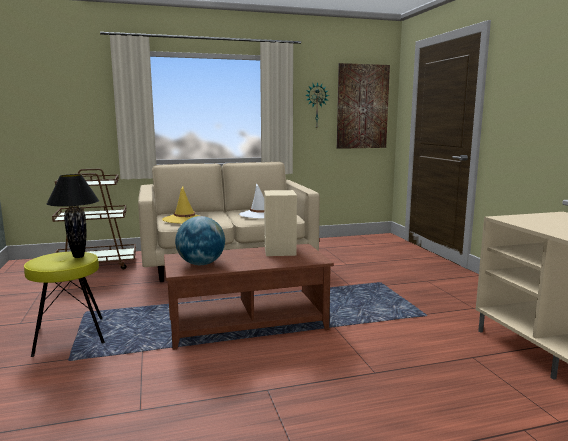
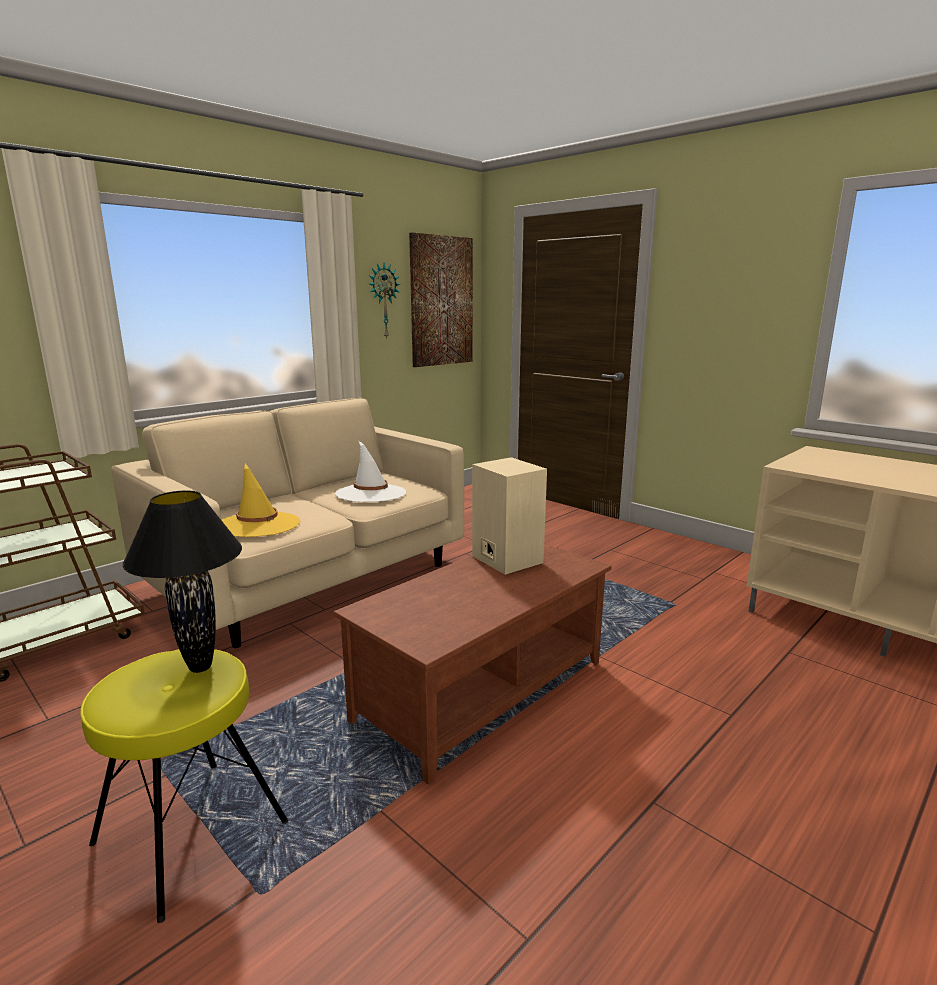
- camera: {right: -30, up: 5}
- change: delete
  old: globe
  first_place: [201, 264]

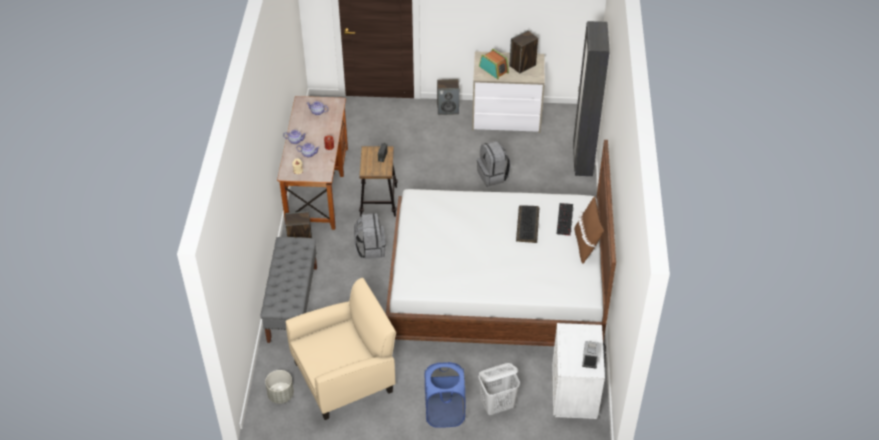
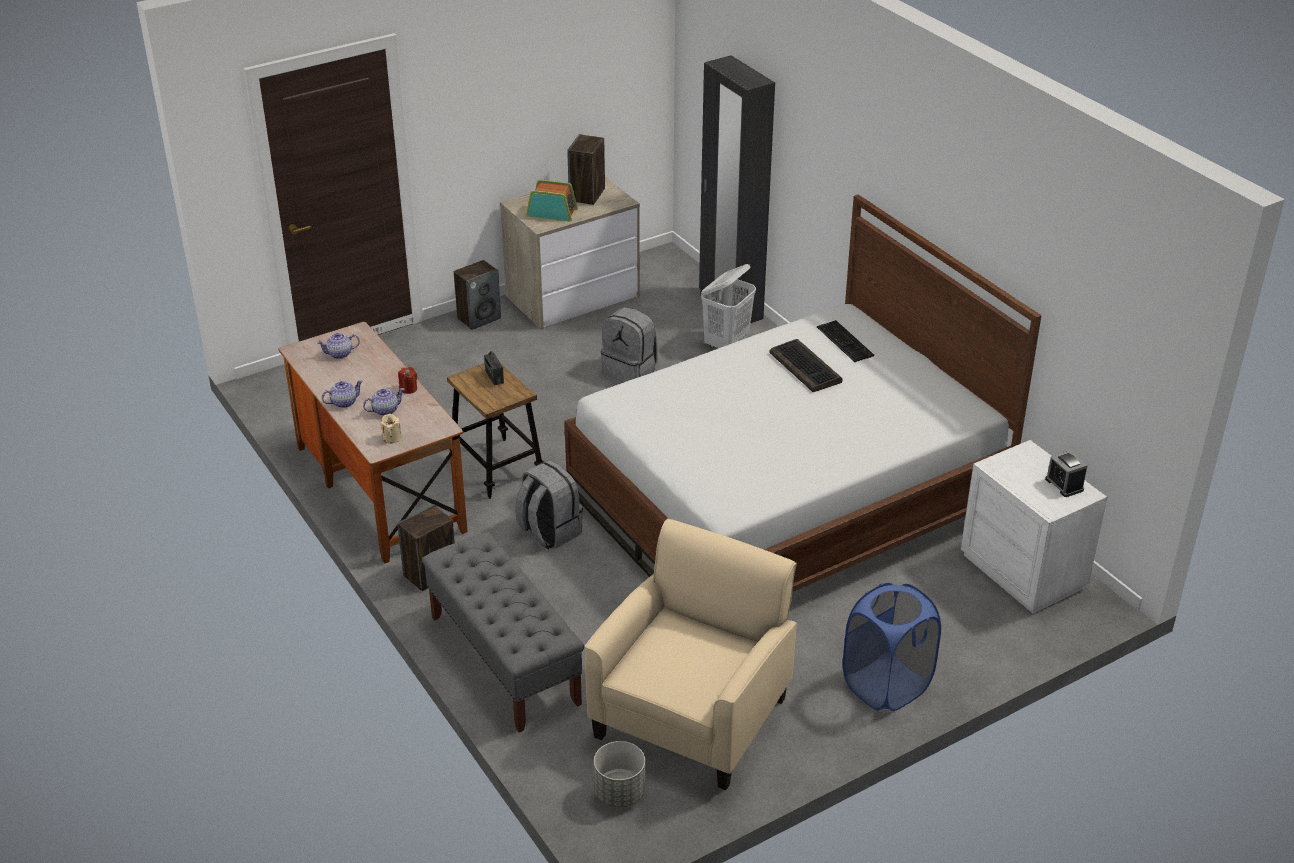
- camera: {right: -35, up: -10}
- change: move
  old: washing basket/white
  first_place: [497, 405]
  second_place: [726, 344]
- change: delete
  old: throw pillow/brown
  first_place: [586, 245]

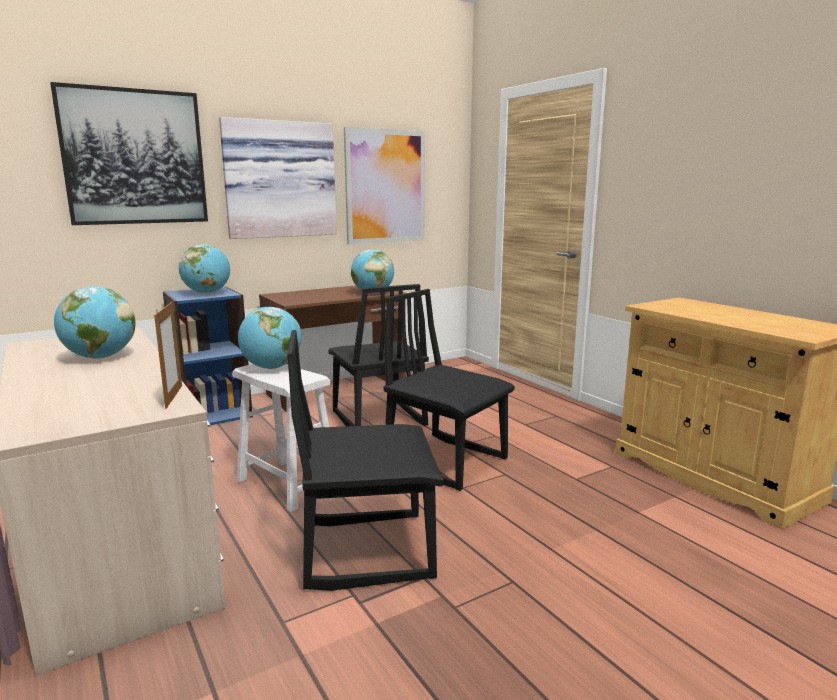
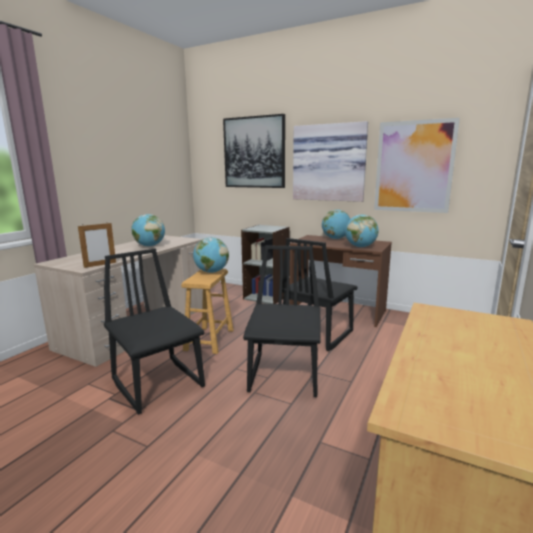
- camera: {right: 60, up: 0}
- change: recolor
  old: stool seat/white
  new: stool seat/brown
  first_place: [288, 484]
  second_place: [209, 340]
- change: recolor
  old: shelving unit/blue
  new: shelving unit/greyish
  first_place: [213, 413]
  second_place: [266, 296]
- change: move
  old: globe
  first_place: [207, 293]
  second_place: [335, 238]

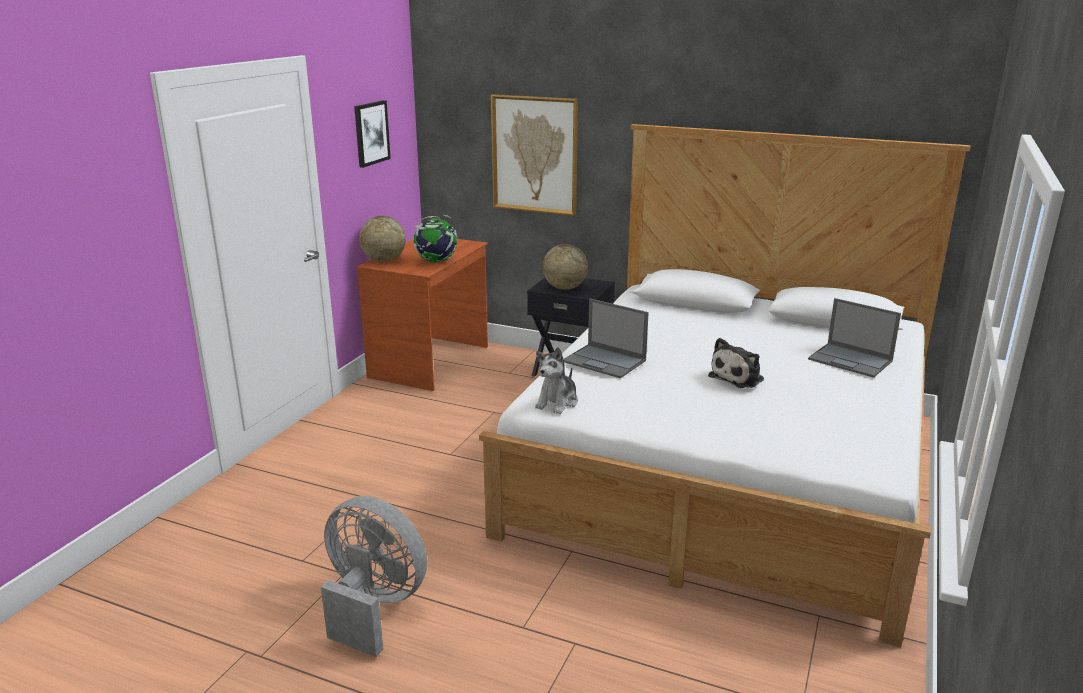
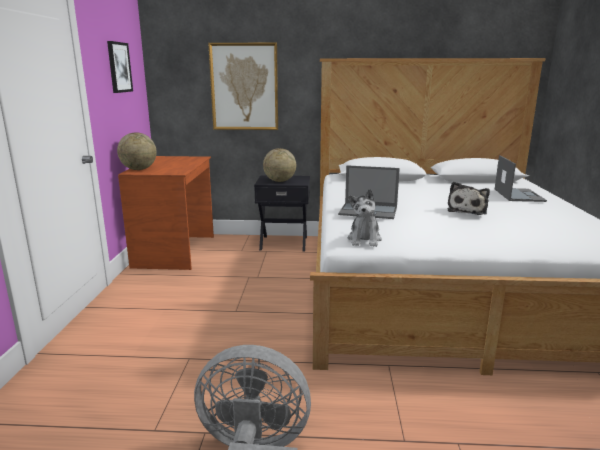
- camera: {right: -20, up: -5}
- change: rotate
  old: laptop
  first_place: [851, 360]
  second_place: [518, 195]
  degrees: -105
- change: delete
  old: globe
  first_place: [436, 261]

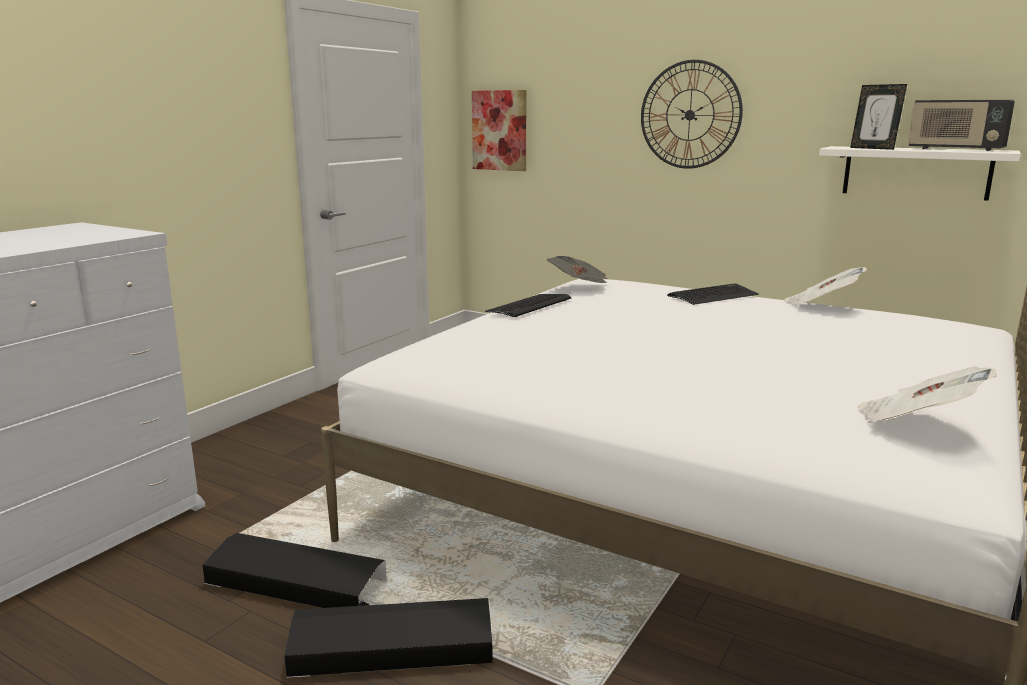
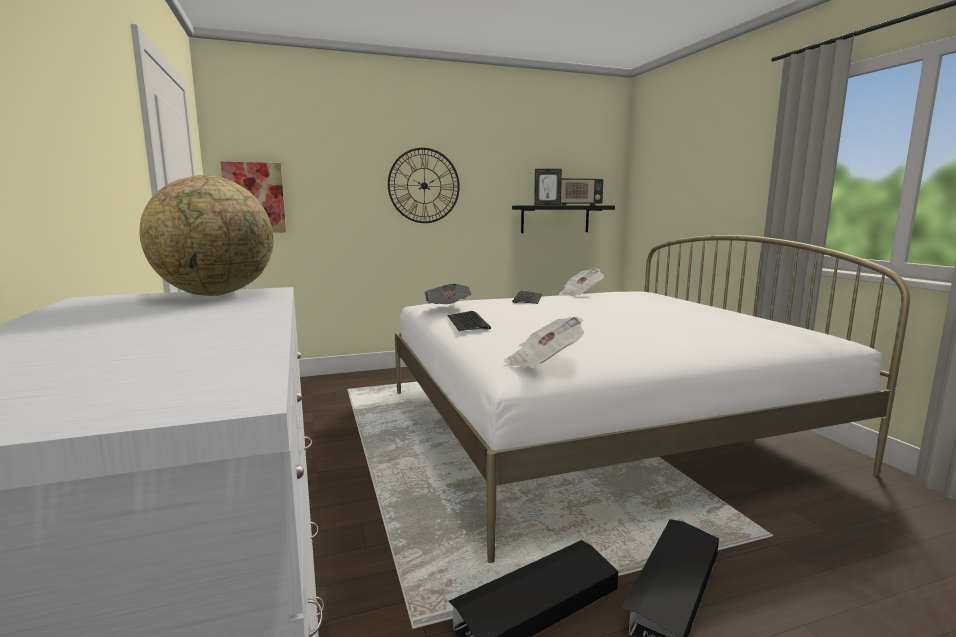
- camera: {right: -50, up: -5}
- change: insert
  new: globe
  second_place: [217, 294]
- change: move
  old: printed paper
  first_place: [915, 423]
  second_place: [543, 362]
- change: recolor
  old: wall shelf/white
  new: wall shelf/blackish
  first_place: [916, 172]
  second_place: [555, 219]

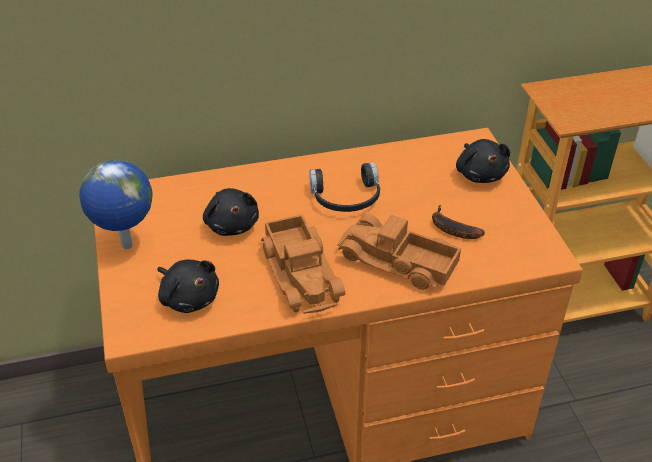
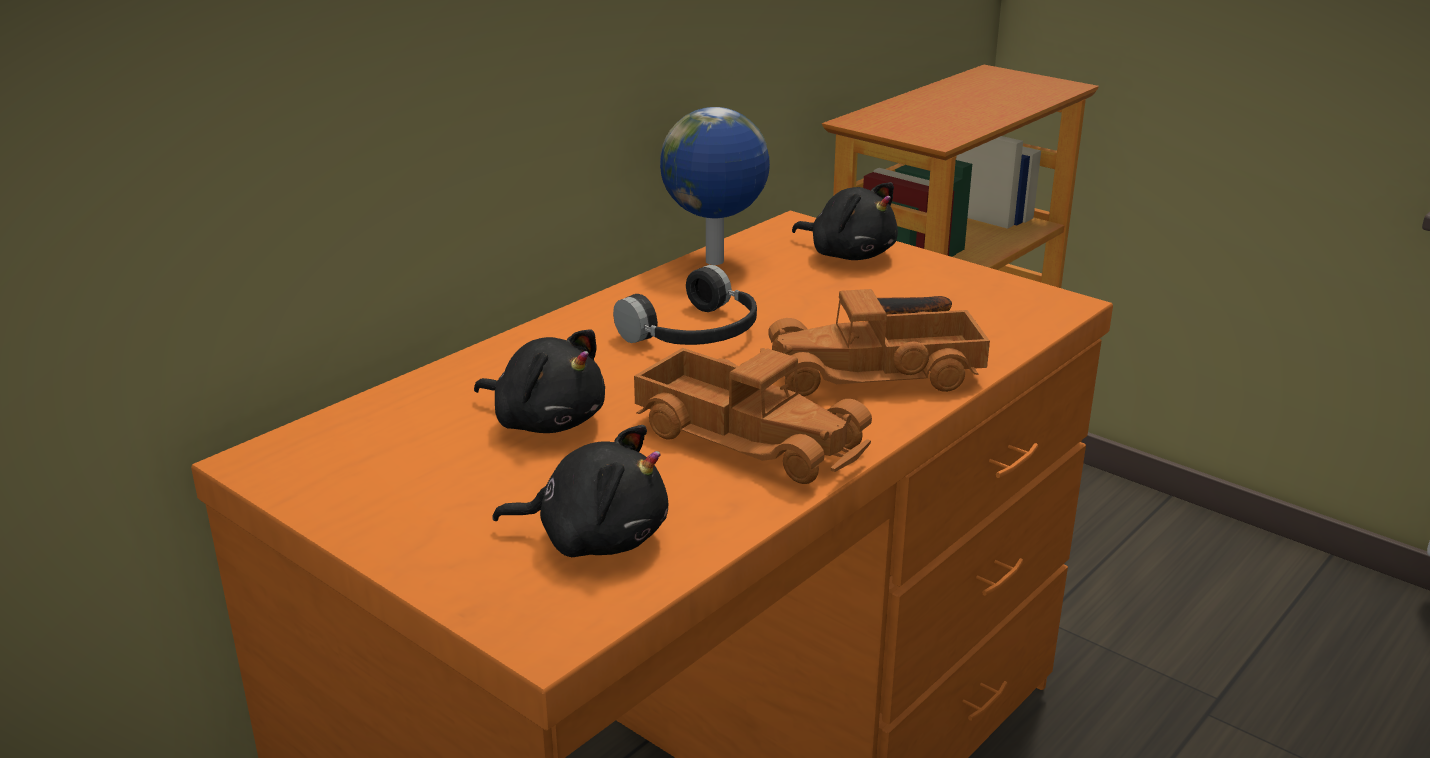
- camera: {right: -35, up: -15}
- change: move
  old: globe
  first_place: [126, 246]
  second_place: [715, 262]

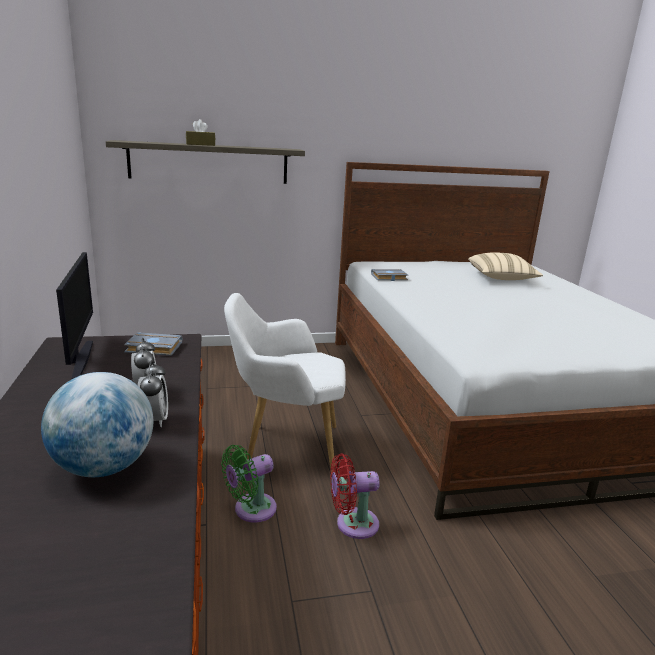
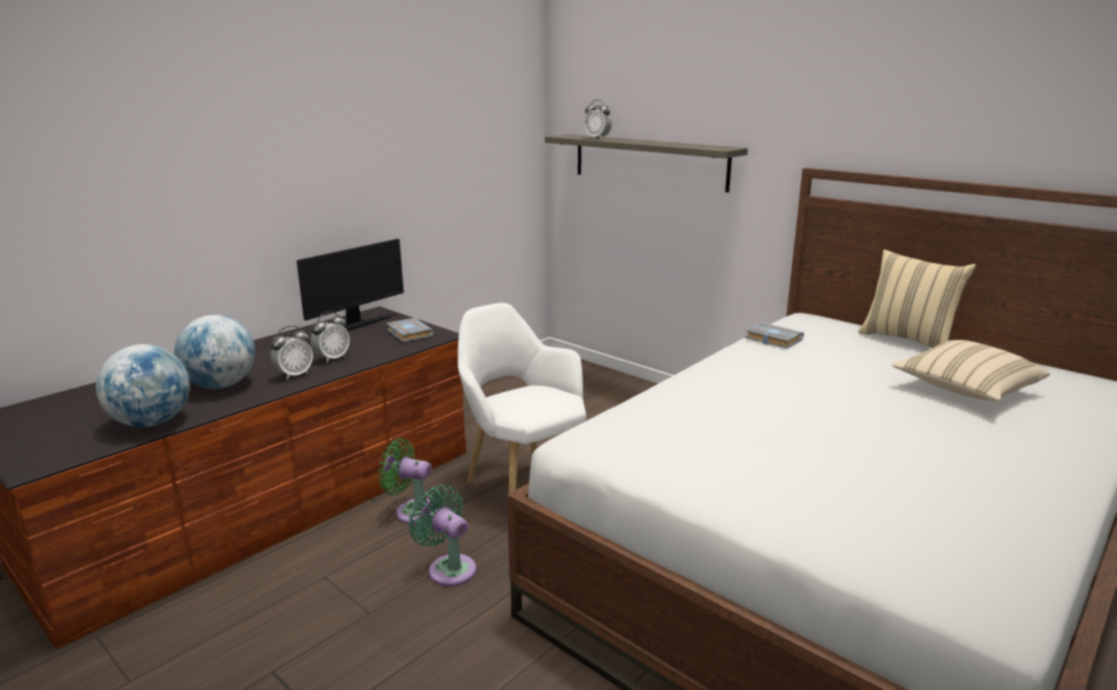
- camera: {right: 55, up: 0}
- change: insert
  new: globe
  second_place: [152, 422]
- change: recolor
  old: cooling fan/red
  new: cooling fan/greenish
  first_place: [352, 524]
  second_place: [449, 568]
- change: insert
  new: table clock
  second_place: [597, 138]
- change: insert
  new: throw pillow/beige
  second_place: [908, 340]
- change: delete
  old: tissue box/brown
  first_place: [200, 144]

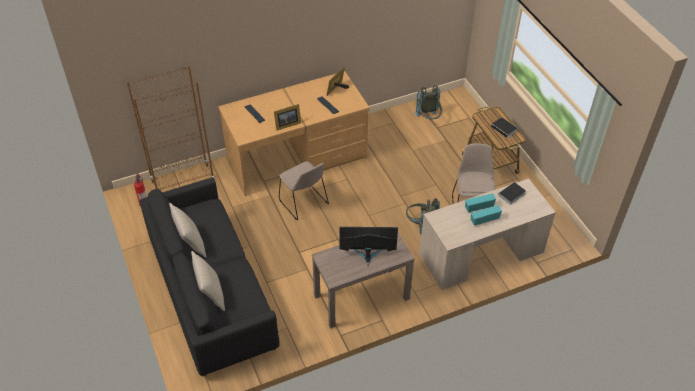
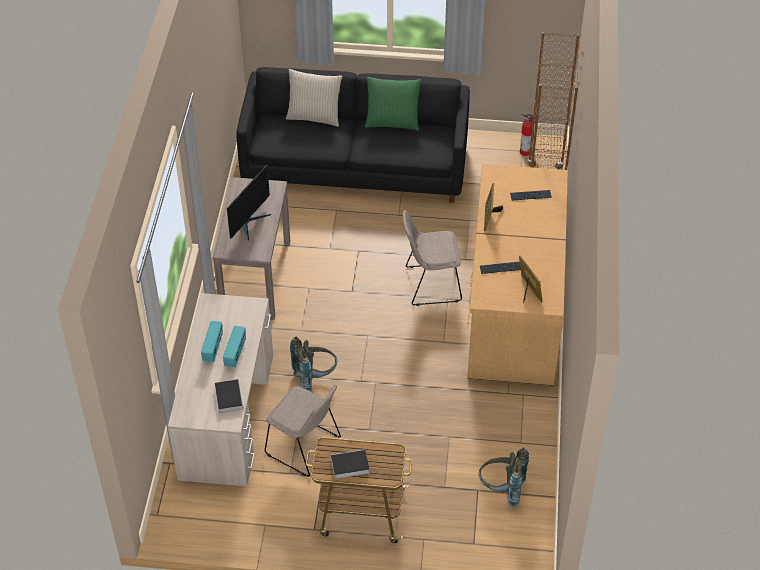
- camera: {right: 120, up: 0}
- change: recolor
  old: throw pillow/beige
  new: throw pillow/greenish
  first_place: [190, 244]
  second_place: [392, 122]

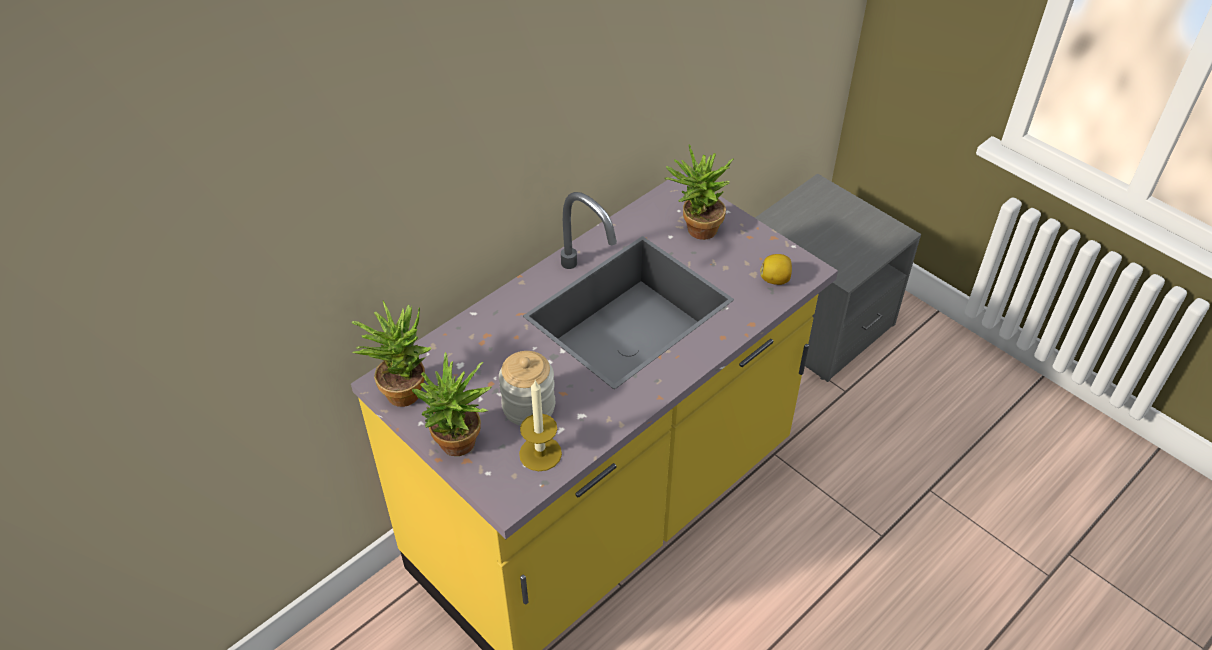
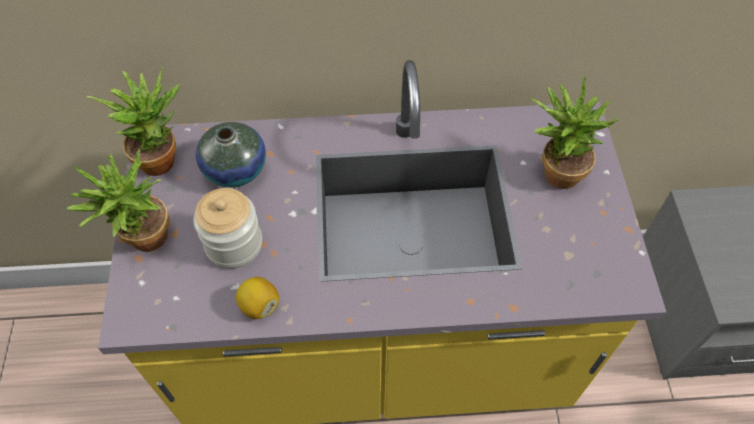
- camera: {right: 40, up: 10}
- change: insert
  new: decorative vase
  second_place: [235, 170]
- change: move
  old: citrus fruit
  first_place: [775, 280]
  second_place: [259, 306]
- change: delete
  old: candle
  first_place: [540, 453]

